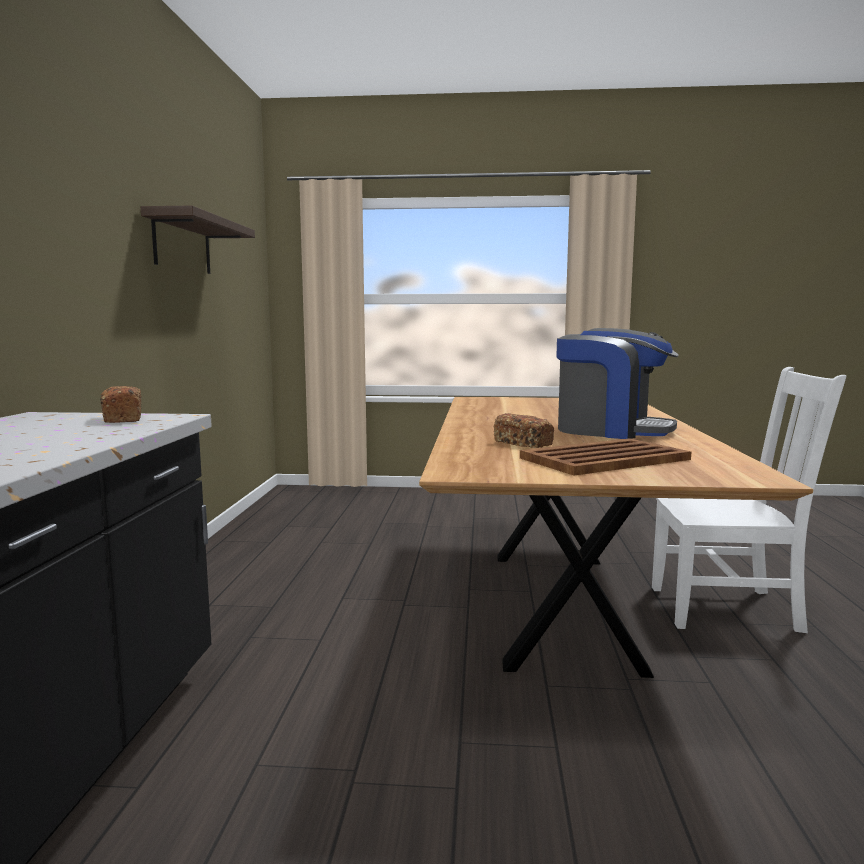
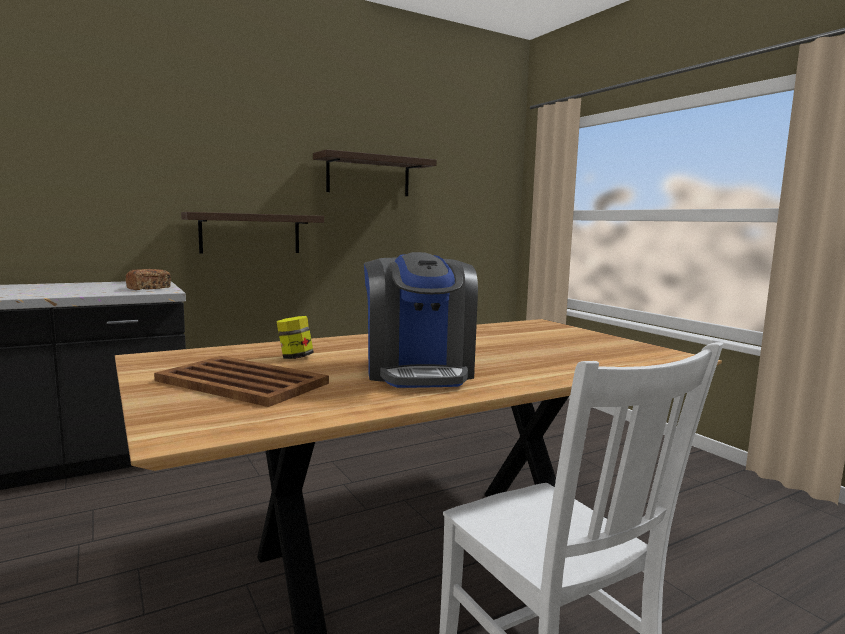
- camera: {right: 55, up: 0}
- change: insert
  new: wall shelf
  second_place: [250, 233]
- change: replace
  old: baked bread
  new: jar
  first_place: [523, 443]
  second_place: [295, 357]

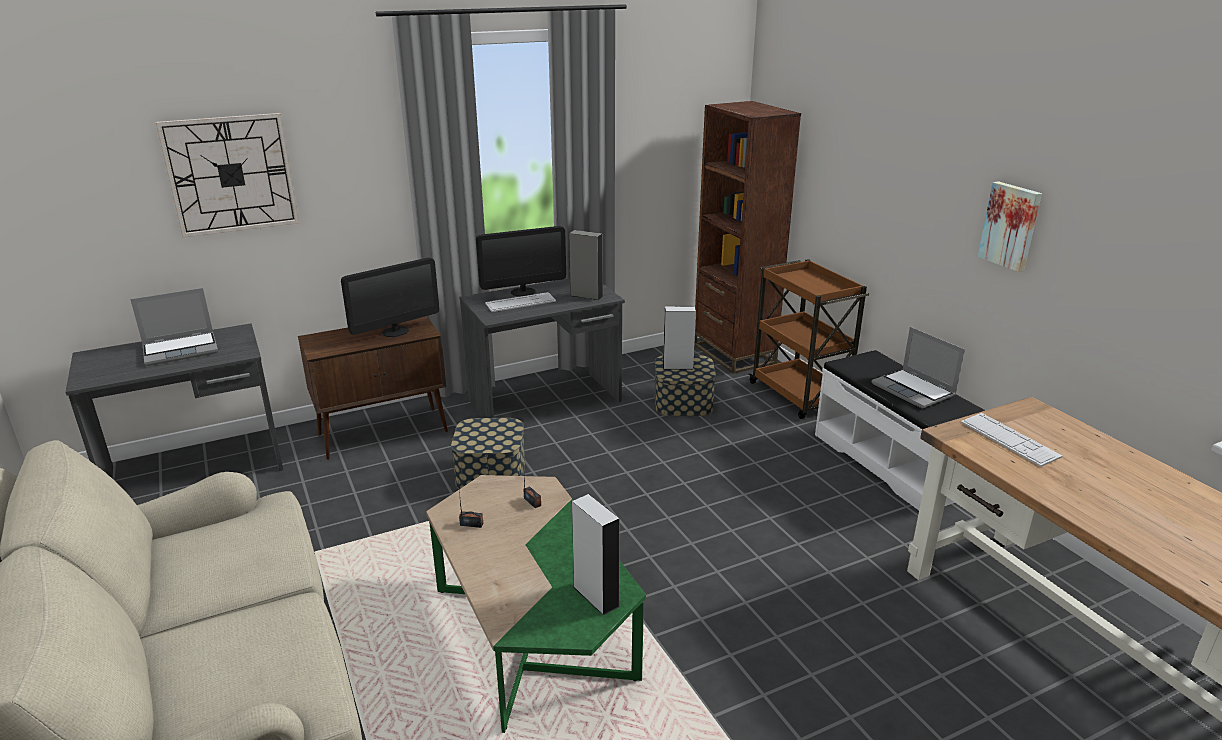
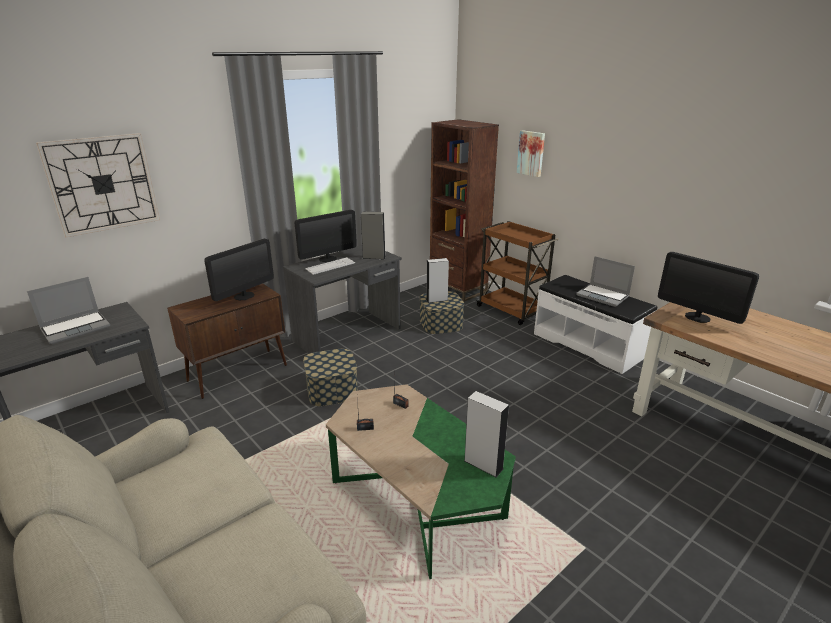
- camera: {right: -15, up: 0}
- change: move
  old: picture
  first_place: [1011, 225]
  second_place: [531, 153]
- change: replace
  old: keyboard
  new: computer display
  first_place: [1009, 440]
  second_place: [697, 317]

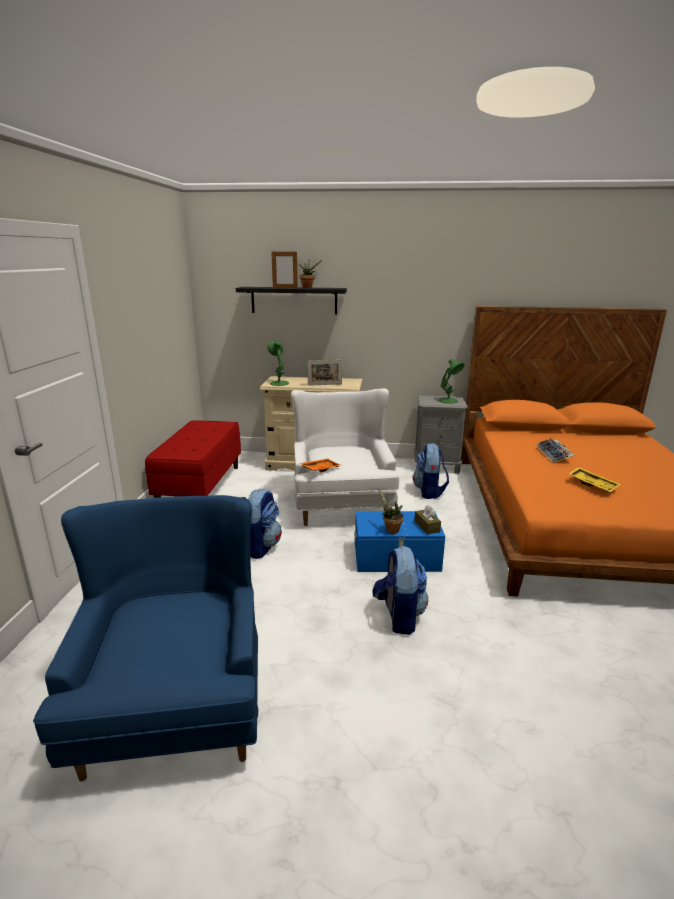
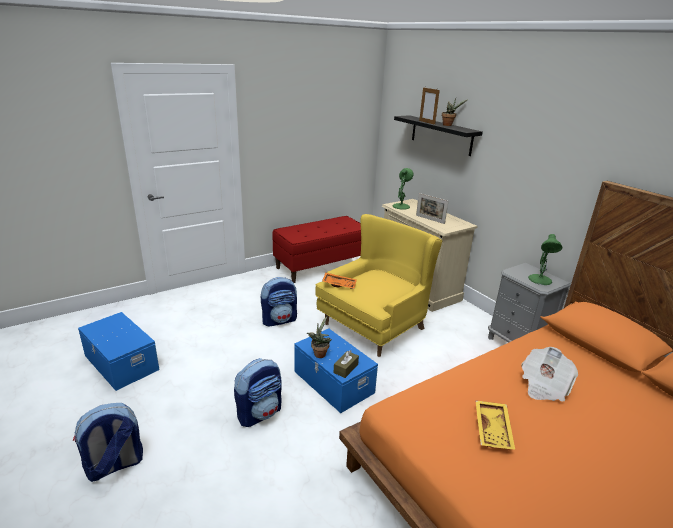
- camera: {right: 50, up: 5}
- change: move
  old: backpack
  first_place: [429, 492]
  second_place: [114, 465]
- change: replace
  old: easy chair/blue
  new: storage bin/blue
  first_place: [177, 701]
  second_place: [120, 363]
- change: recolor
  old: easy chair/white
  new: easy chair/yellowish
  first_place: [341, 503]
  second_place: [376, 325]
- change: replace
  old: keyboard
  new: printed paper
  first_place: [554, 455]
  second_place: [544, 386]

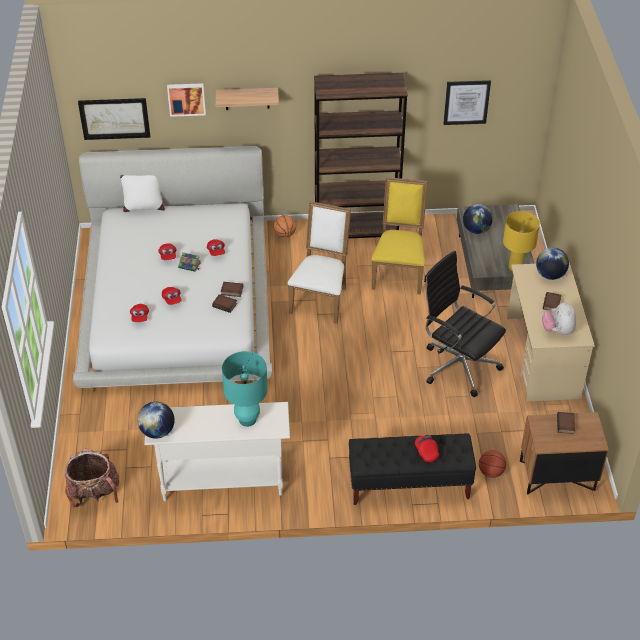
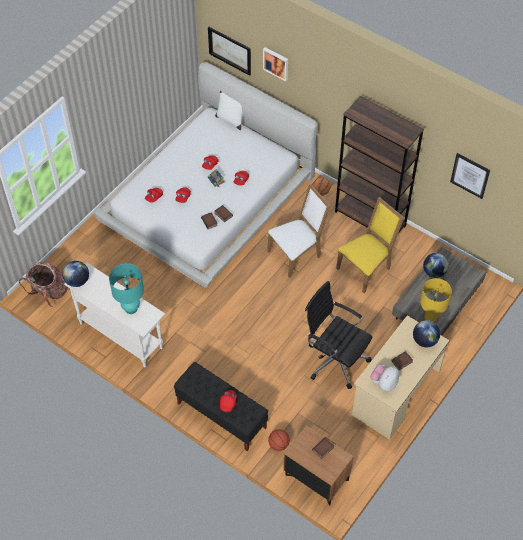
- camera: {right: 40, up: 10}
- change: rotate
  old: desk chair/blackish
  first_place: [458, 365]
  second_place: [335, 359]
  degrees: -45
- change: delete
  old: wall shelf
  first_place: [247, 98]

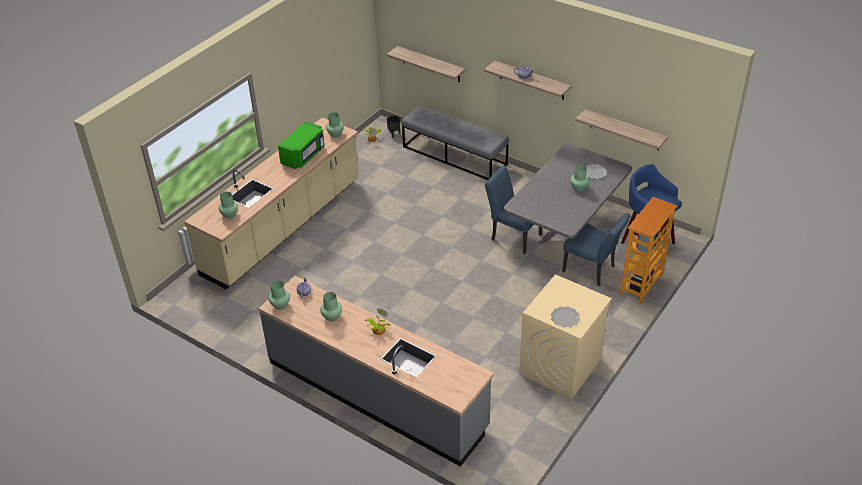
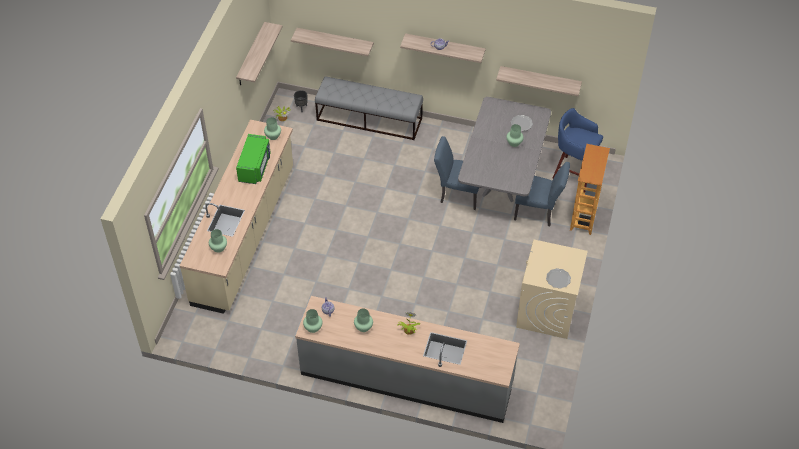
- camera: {right: -20, up: 10}
- change: insert
  new: wall shelf
  second_place: [251, 55]

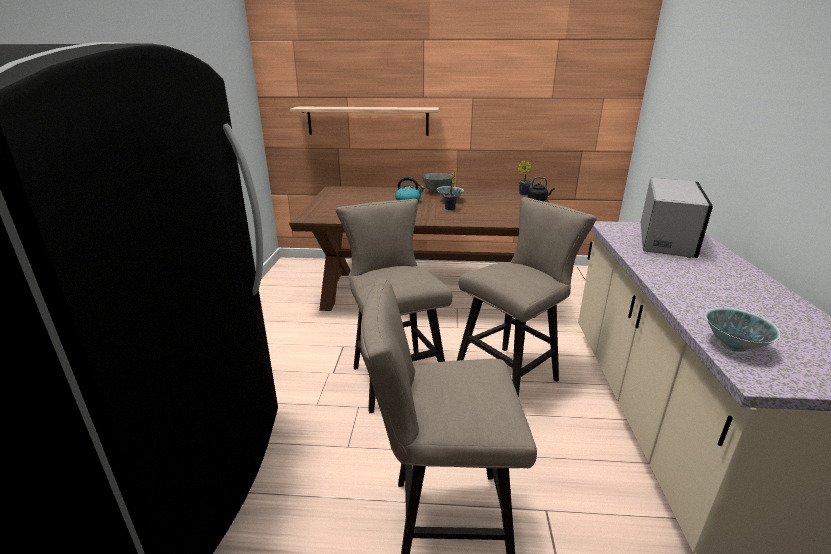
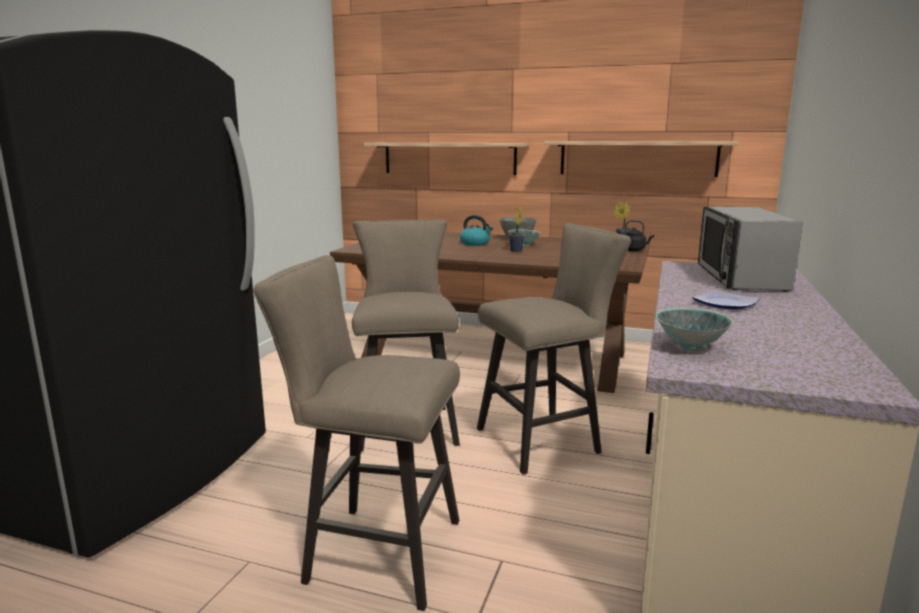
- camera: {right: 15, up: -10}
- change: insert
  new: wall shelf
  second_place: [637, 158]
- change: insert
  new: dinner plate
  second_place: [725, 304]
- change: rotate
  old: microwave
  first_place: [666, 239]
  second_place: [740, 277]
  degrees: 150

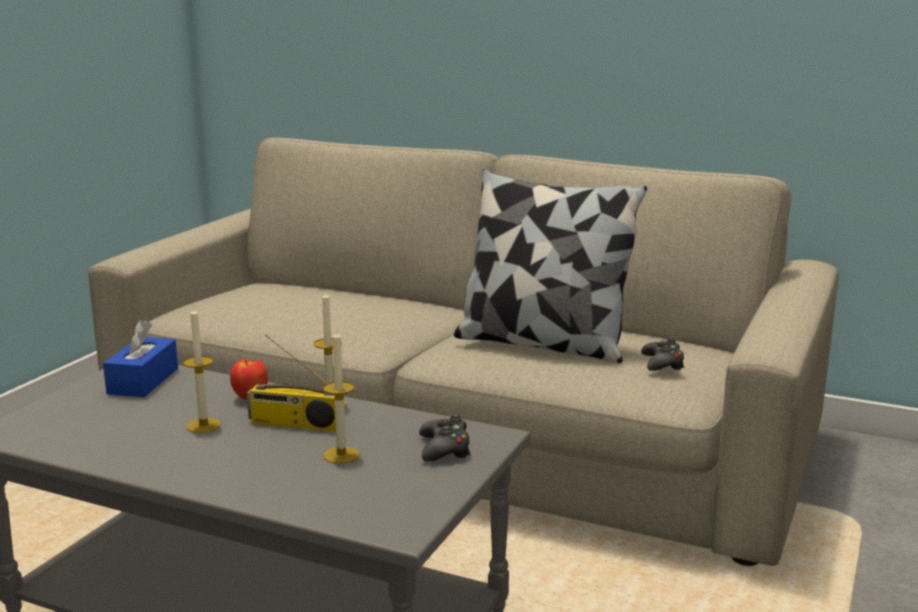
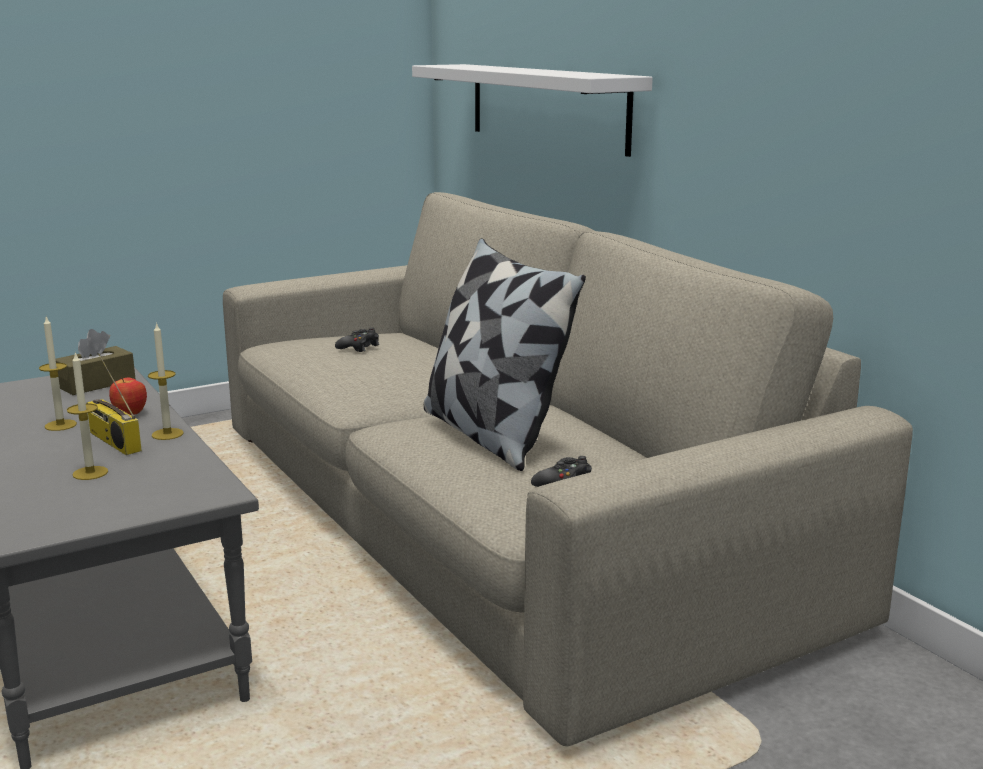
- camera: {right: 35, up: 0}
- change: recolor
  old: tissue box/blue
  new: tissue box/brown
  first_place: [143, 381]
  second_place: [96, 383]
- change: move
  old: game controller/blackish
  first_place: [444, 449]
  second_place: [359, 347]
- change: insert
  new: wall shelf/white
  second_place: [546, 106]

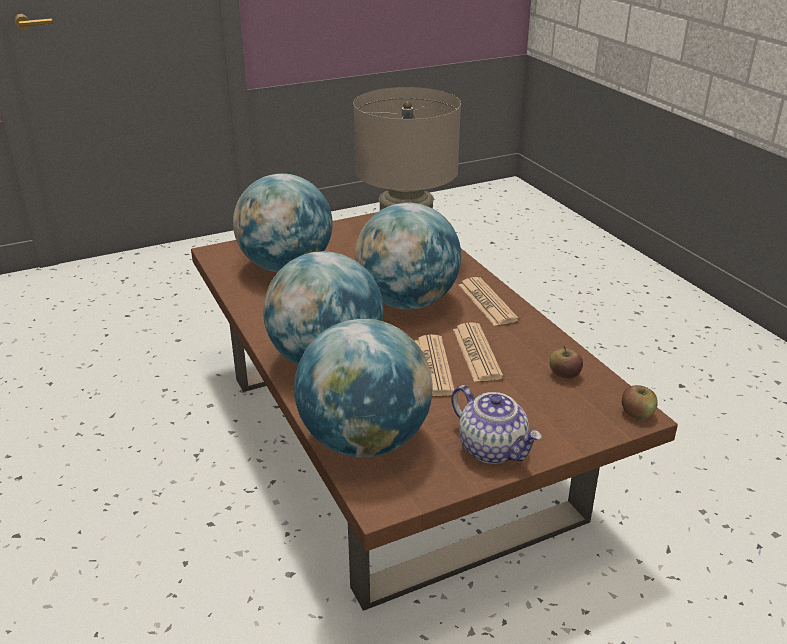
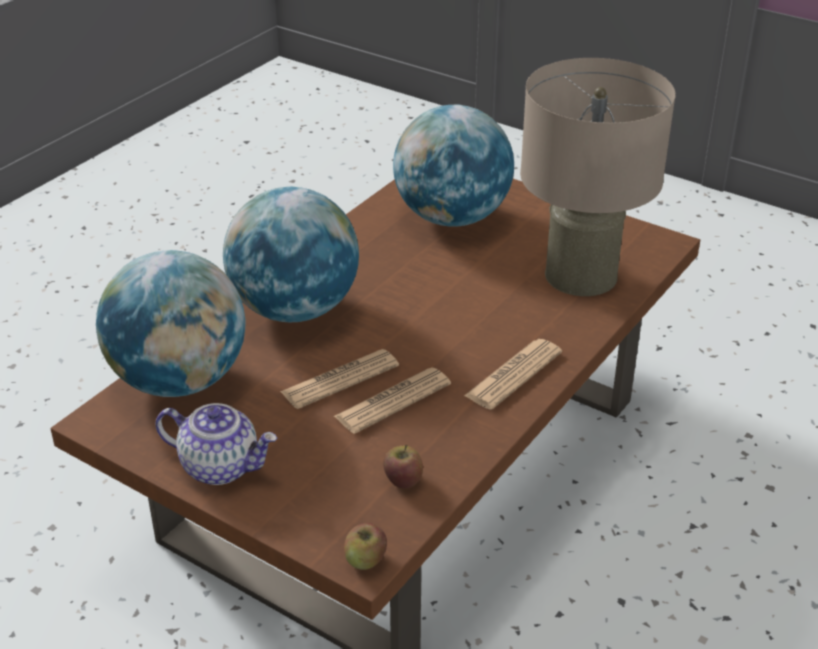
- camera: {right: 60, up: 5}
- change: rotate
  old: teapot
  first_place: [493, 449]
  second_place: [221, 466]
  degrees: -90
- change: delete
  old: globe
  first_place: [407, 302]

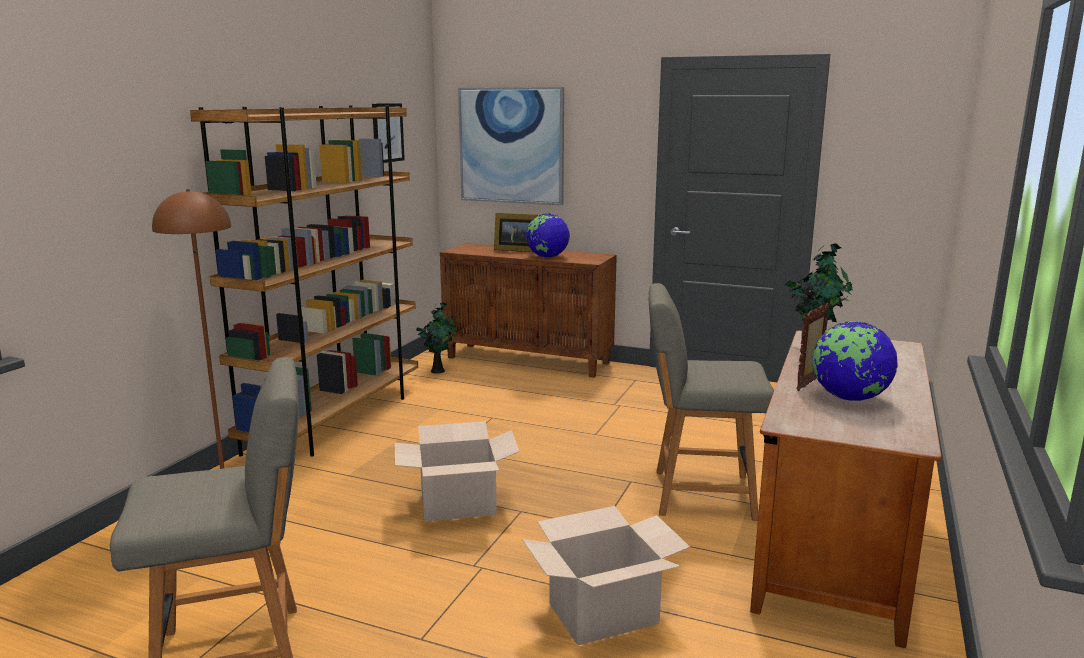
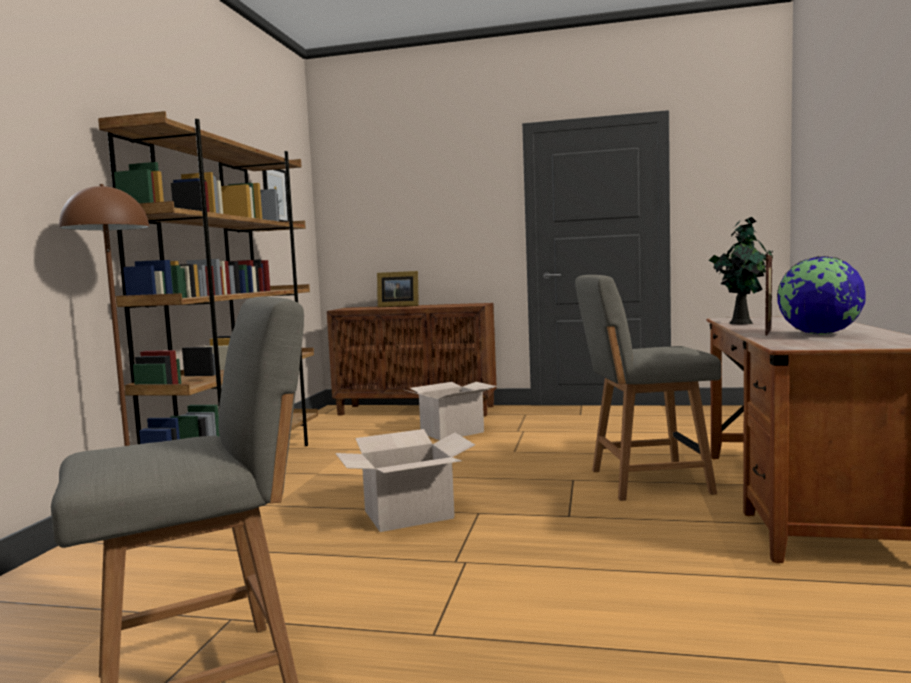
- camera: {right: -10, up: -10}
- change: move
  old: carton
  first_place: [603, 614]
  second_place: [452, 432]
- change: delete
  old: potted plant
  first_place: [438, 370]
- change: delete
  old: picture
  first_place: [511, 145]
- change: delete
  old: globe
  first_place: [547, 257]

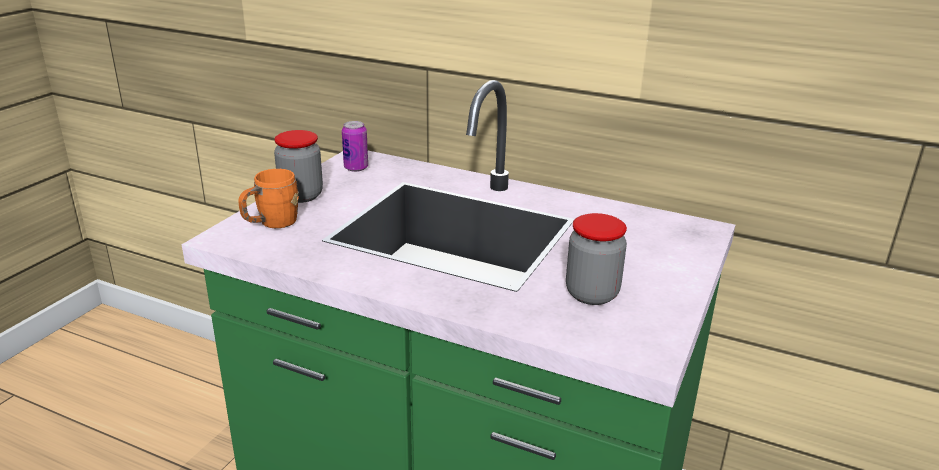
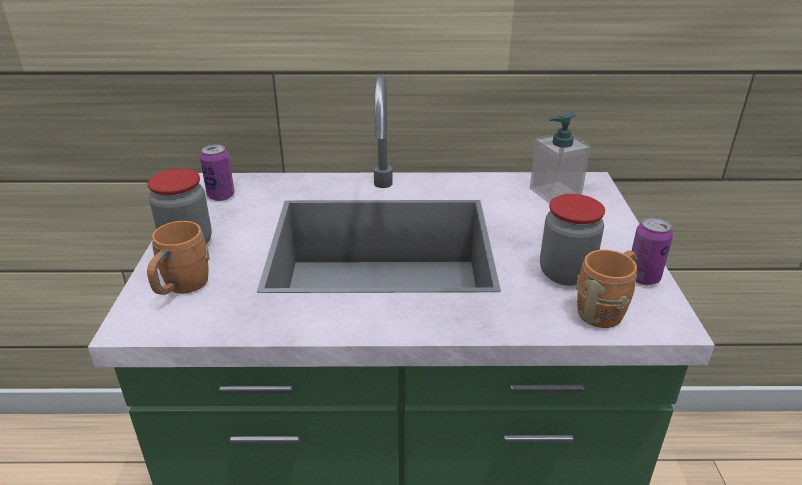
- camera: {right: -25, up: 5}
- change: insert
  new: liquid soap bottle
  second_place: [554, 193]
- change: insert
  new: mug/orangey
  second_place: [605, 309]
- change: insert
  new: metal can
  second_place: [643, 277]

